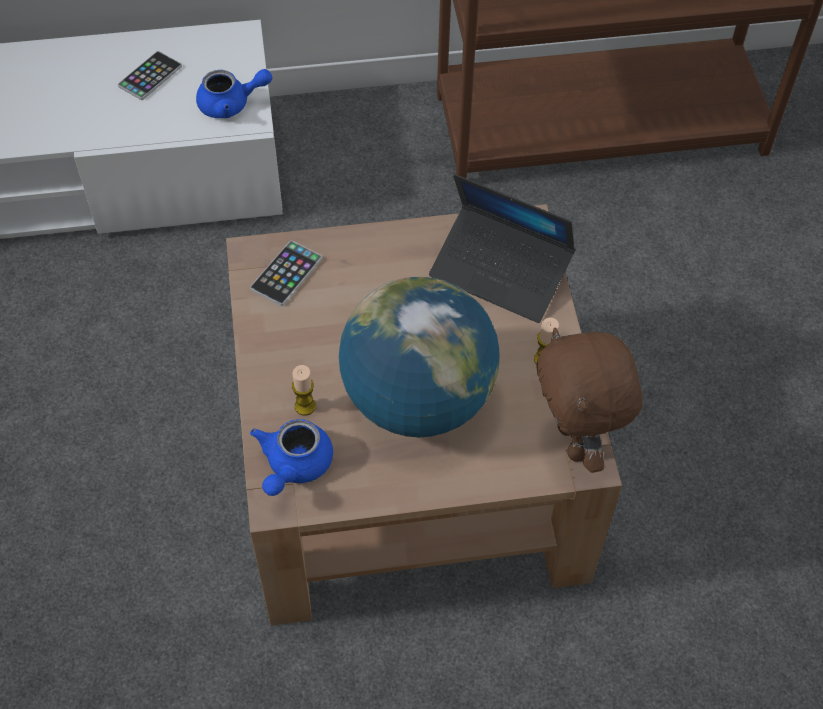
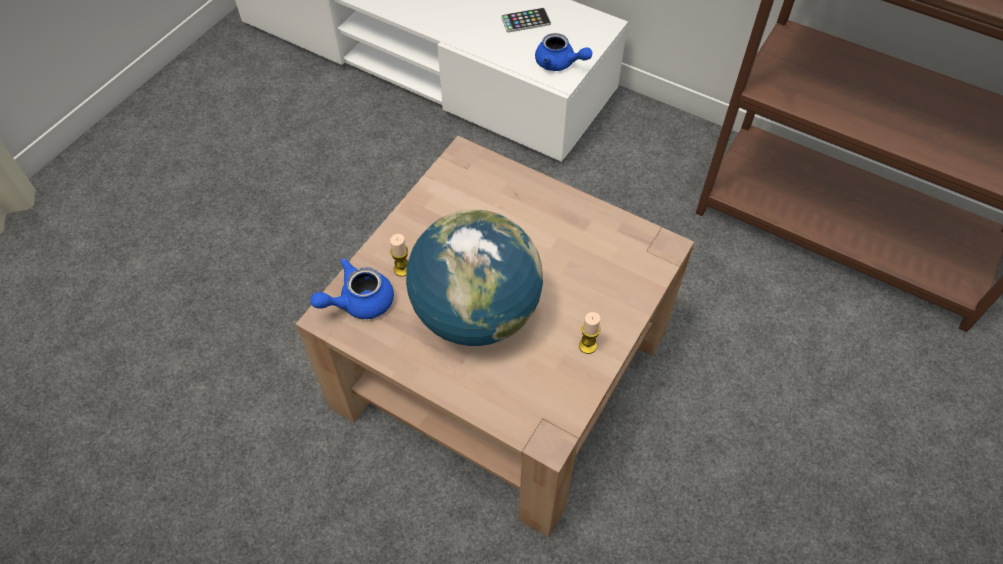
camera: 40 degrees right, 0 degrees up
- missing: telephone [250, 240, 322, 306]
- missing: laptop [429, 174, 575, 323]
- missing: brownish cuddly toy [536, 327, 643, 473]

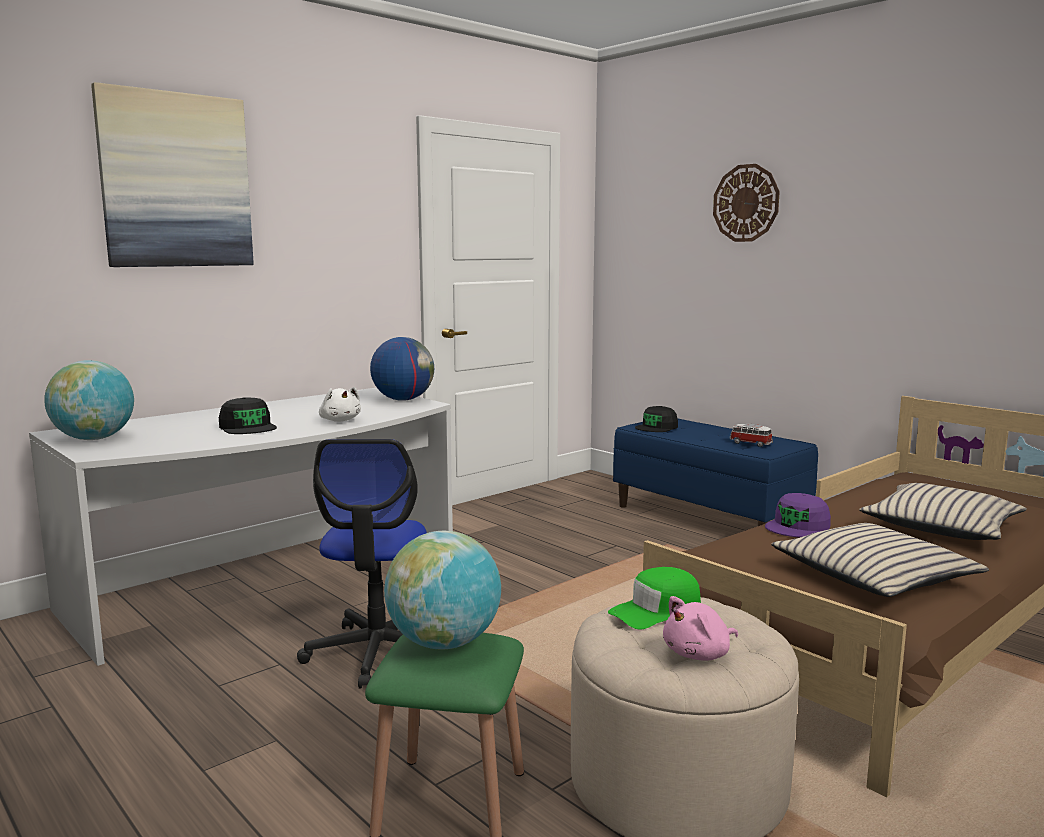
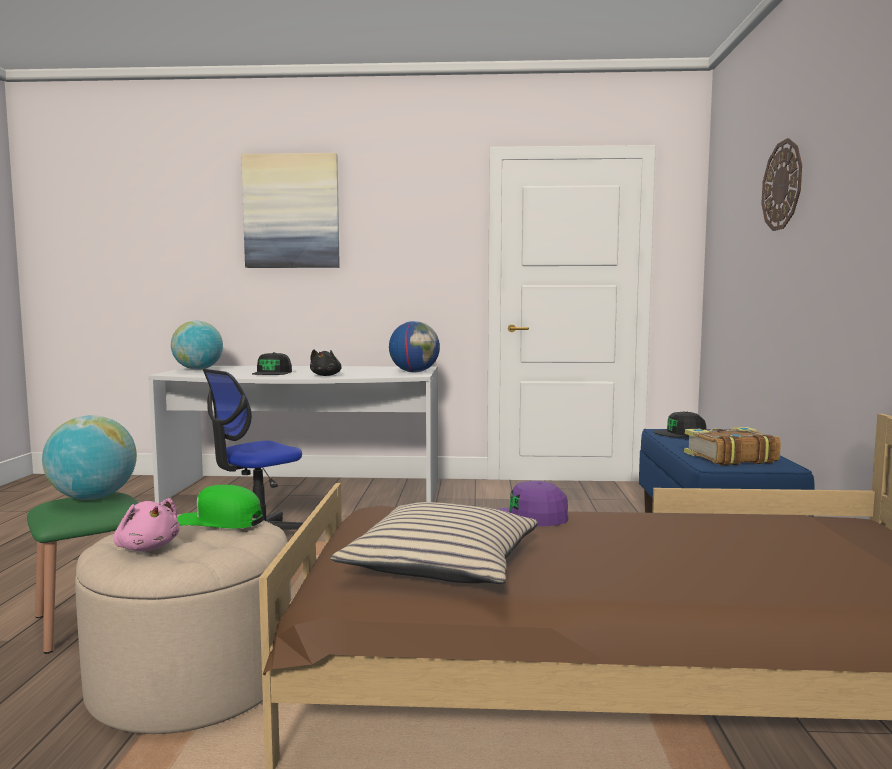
camera: 45 degrees right, 5 degrees down
- colour: white cuddly toy [319, 387, 361, 422] to blackish cuddly toy [310, 350, 342, 376]
- spun: pink cuddly toy [663, 596, 738, 661] = [113, 498, 180, 551] 150 degrees counterclockwise
- exchanged: model car [730, 424, 773, 447] to book [684, 427, 781, 466]
- missing: beige pillow [859, 483, 1027, 540]

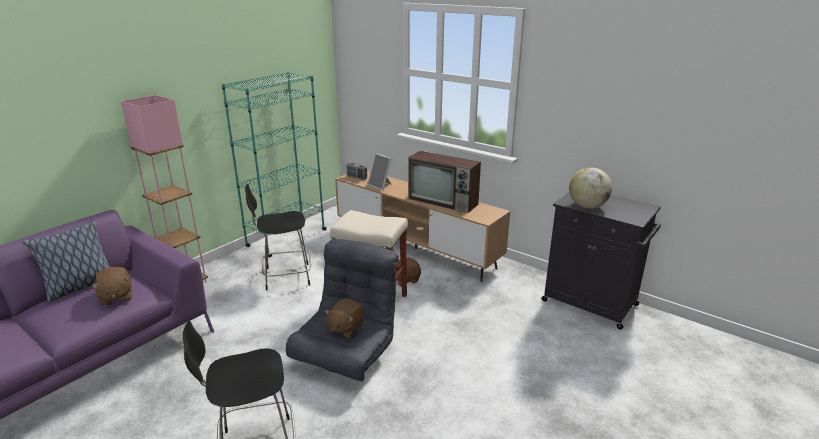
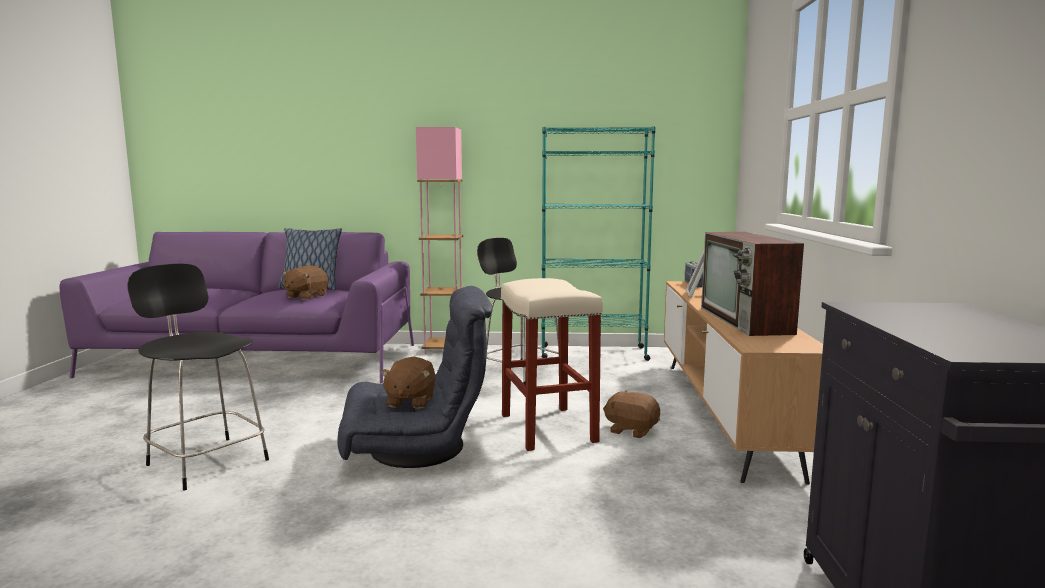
camera: 55 degrees right, 15 degrees down
- spun: brownish cuddly toy [325, 299, 364, 338] = [380, 357, 436, 409] 75 degrees counterclockwise
- missing: world globe [569, 167, 612, 209]

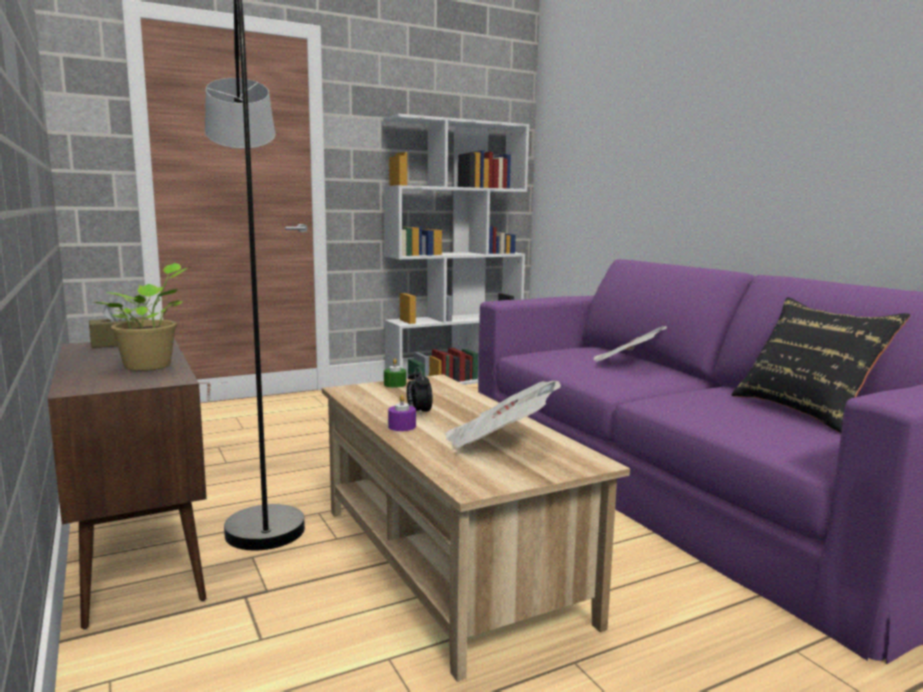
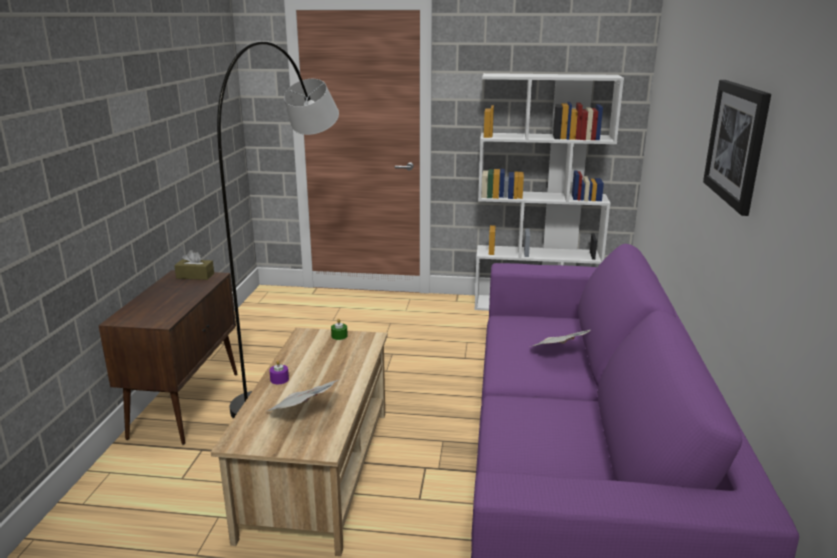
camera: 35 degrees right, 10 degrees up
- missing: potted plant [93, 263, 191, 371]
- missing: alarm clock [407, 367, 433, 416]
- missing: blackish pillow [731, 297, 911, 433]
- appeared: wall picture [703, 80, 771, 216]

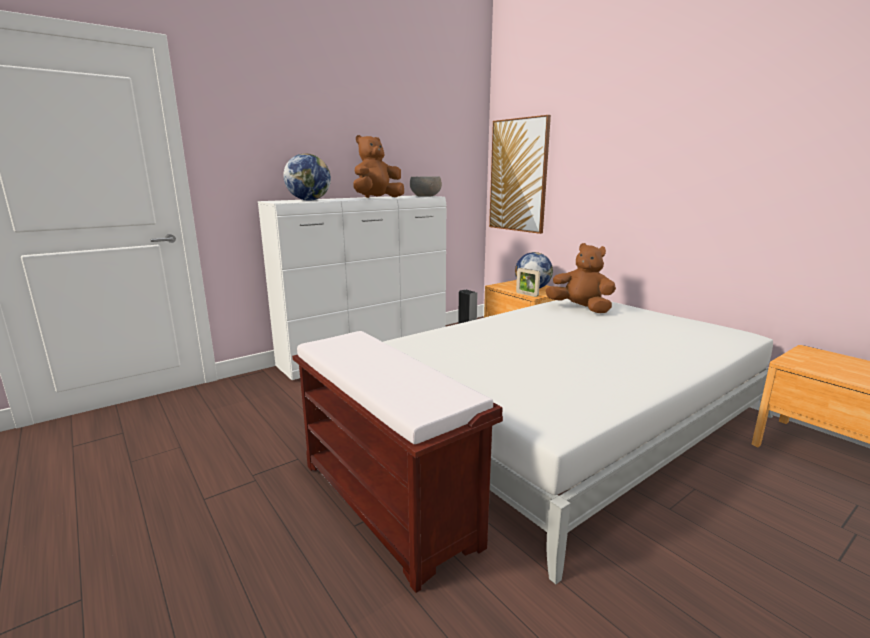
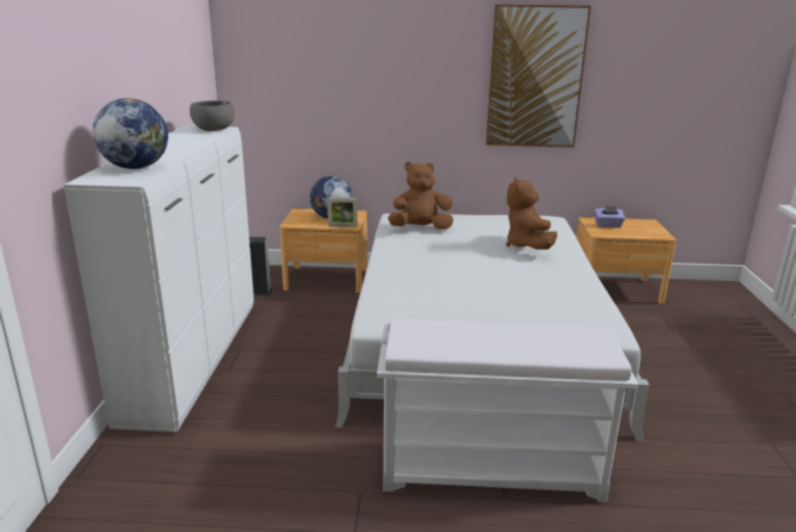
camera: 50 degrees left, 5 degrees up
- colour: brownish long seat [292, 331, 503, 593] to white long seat [377, 319, 639, 502]
- relocated: brownish cuddly toy [354, 135, 404, 198] to [506, 177, 557, 249]
- relocated: wall picture [489, 115, 551, 234] to [486, 4, 591, 148]
- appeared: purple-coloured tissue box [594, 206, 625, 228]

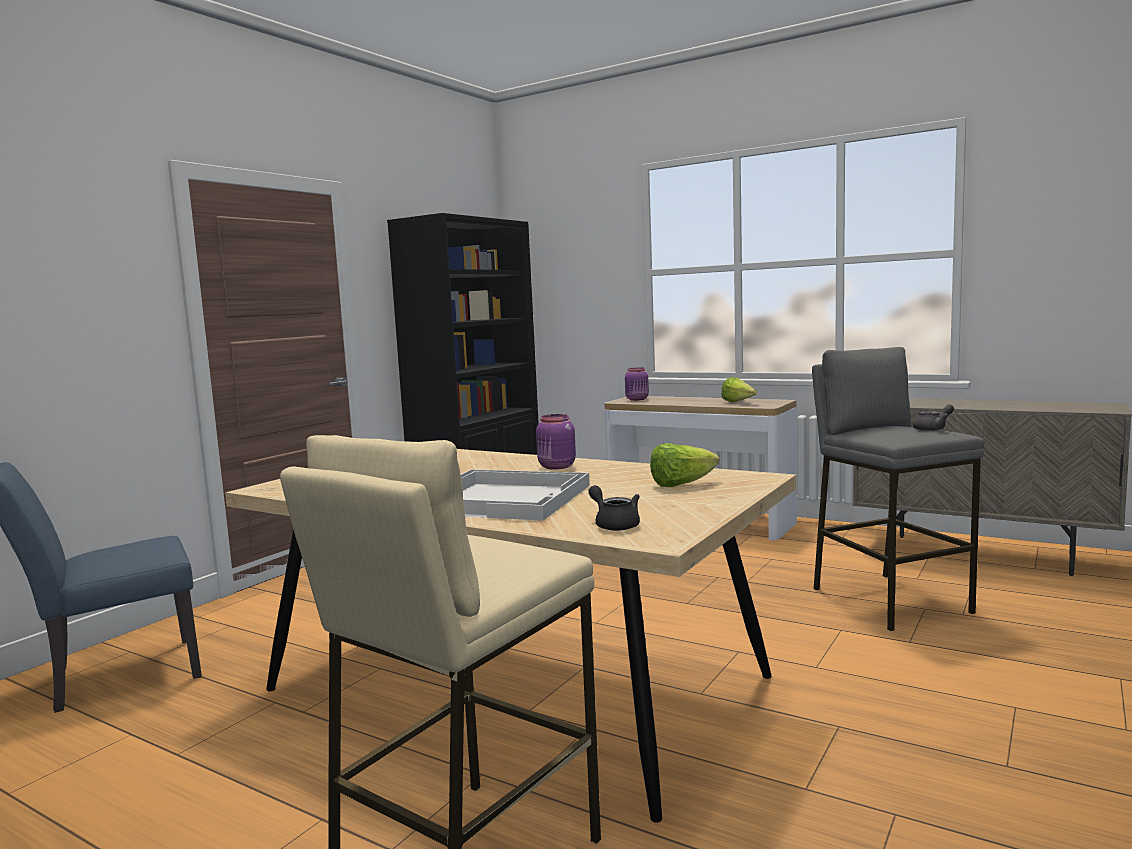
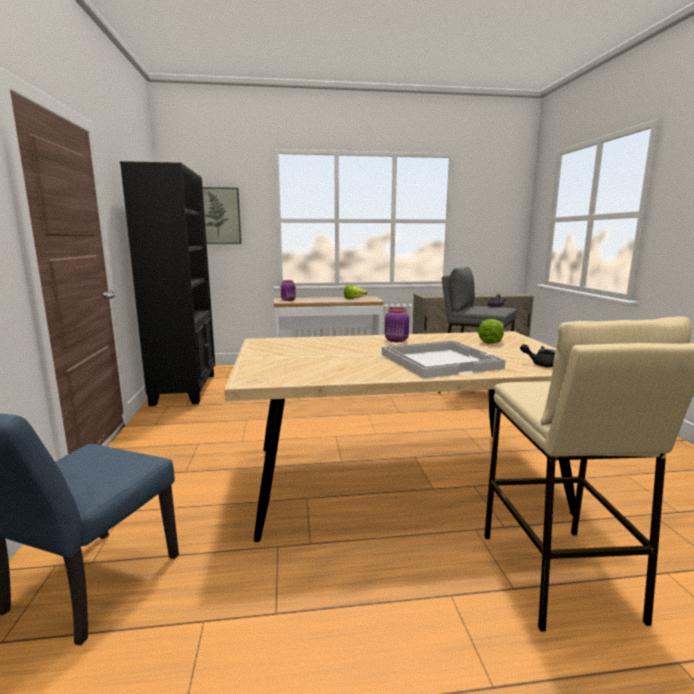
camera: 40 degrees left, 5 degrees up
- appeared: wall picture [203, 187, 241, 244]

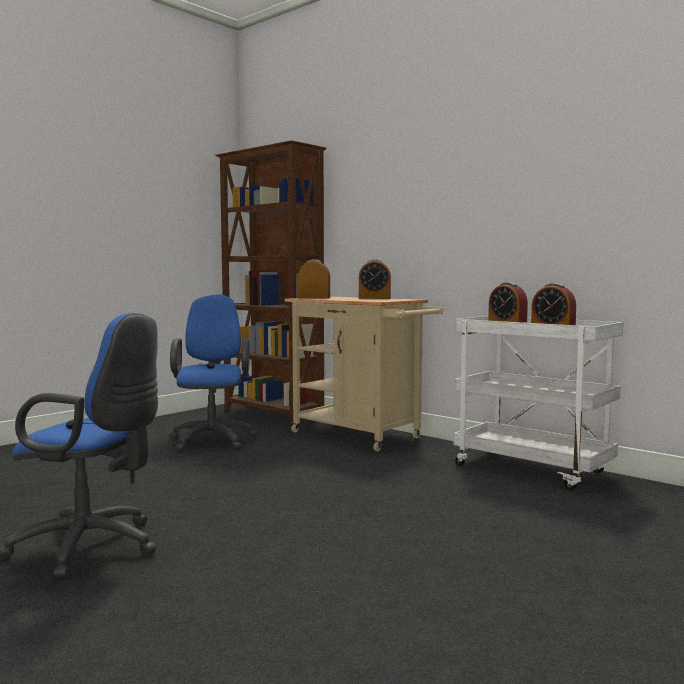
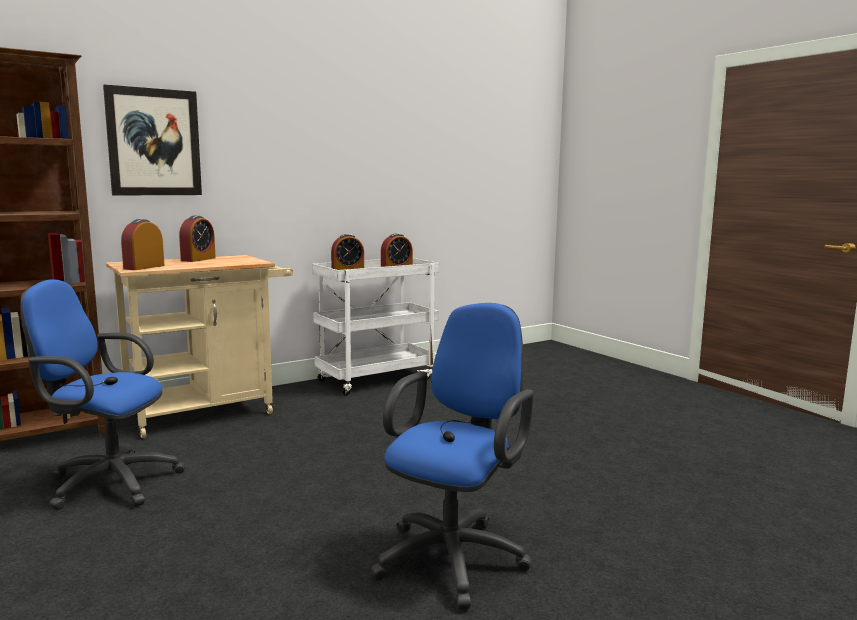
camera: 75 degrees left, 5 degrees up
- appeared: wall picture [103, 85, 202, 196]

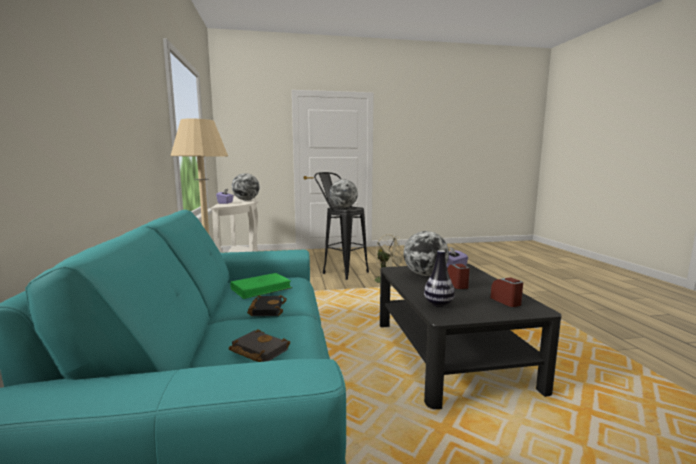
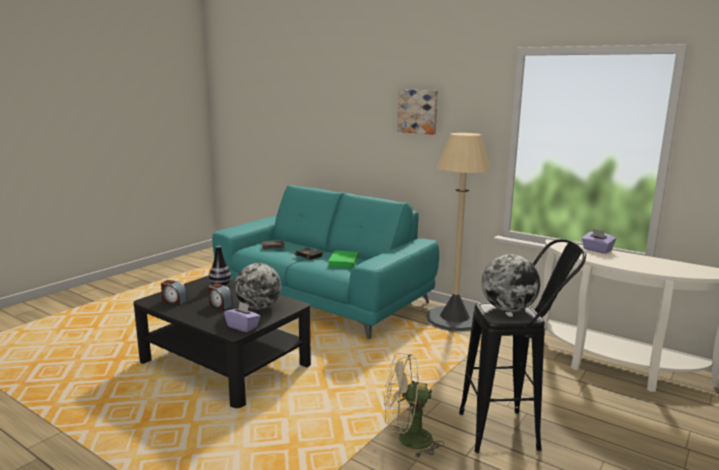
camera: 135 degrees right, 5 degrees up
- missing: world globe [232, 173, 259, 200]
- appeared: wall picture [397, 89, 438, 135]

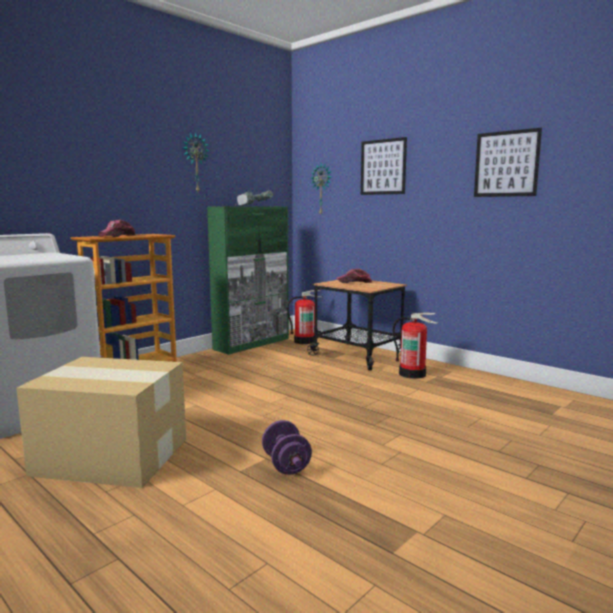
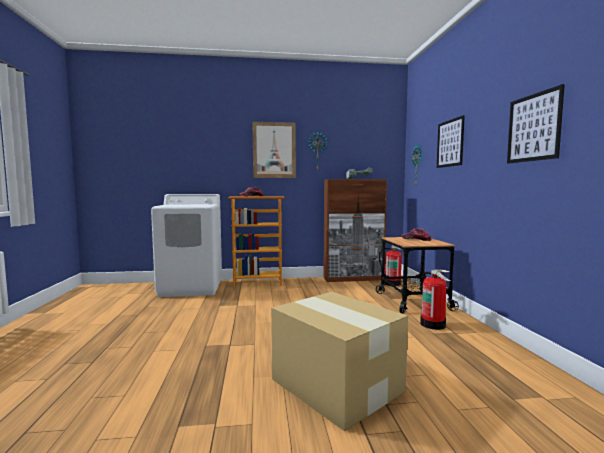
camera: 40 degrees right, 5 degrees down
- relocated: carton [16, 357, 186, 488] to [271, 292, 408, 431]
- colour: greenish cupboard [207, 207, 289, 355] to brownish cupboard [323, 179, 387, 282]
- missing: purple-coloured dumbbell [262, 420, 312, 475]
- appeared: wall picture [253, 122, 296, 178]

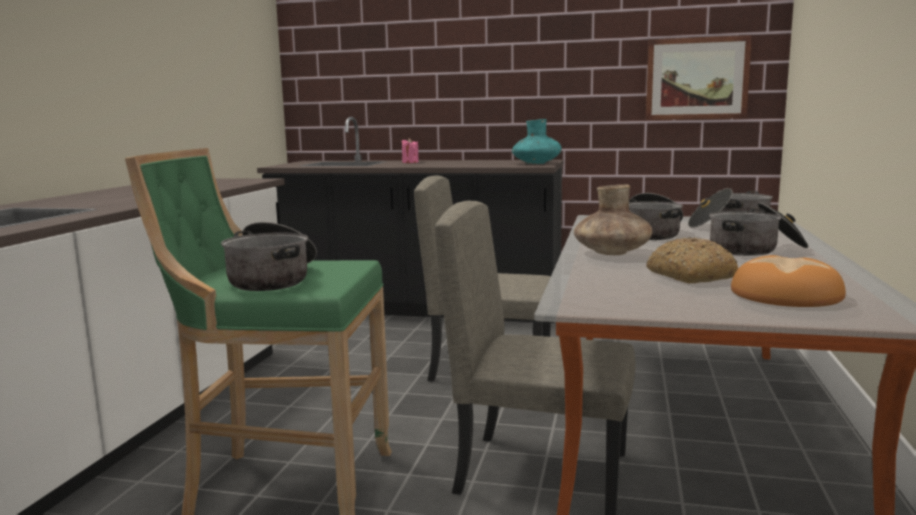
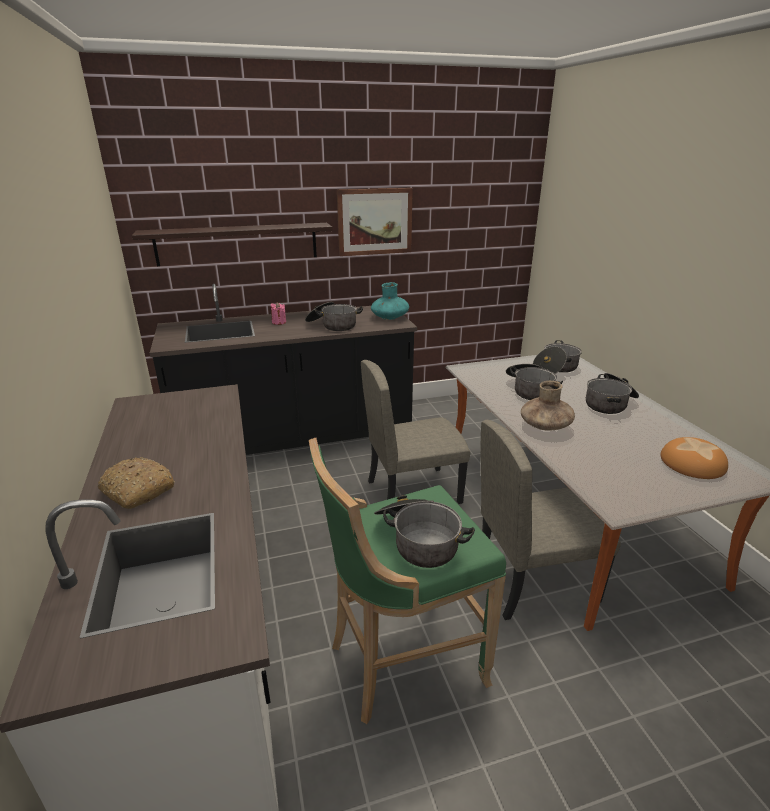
camera: 30 degrees left, 15 degrees up
- relocated: wall picture [646, 35, 752, 120] to [337, 188, 413, 256]
- relocated: bread [646, 237, 739, 283] to [98, 457, 175, 509]
- appeared: shelf [132, 223, 333, 266]
- appeared: stockpot [305, 302, 363, 331]

